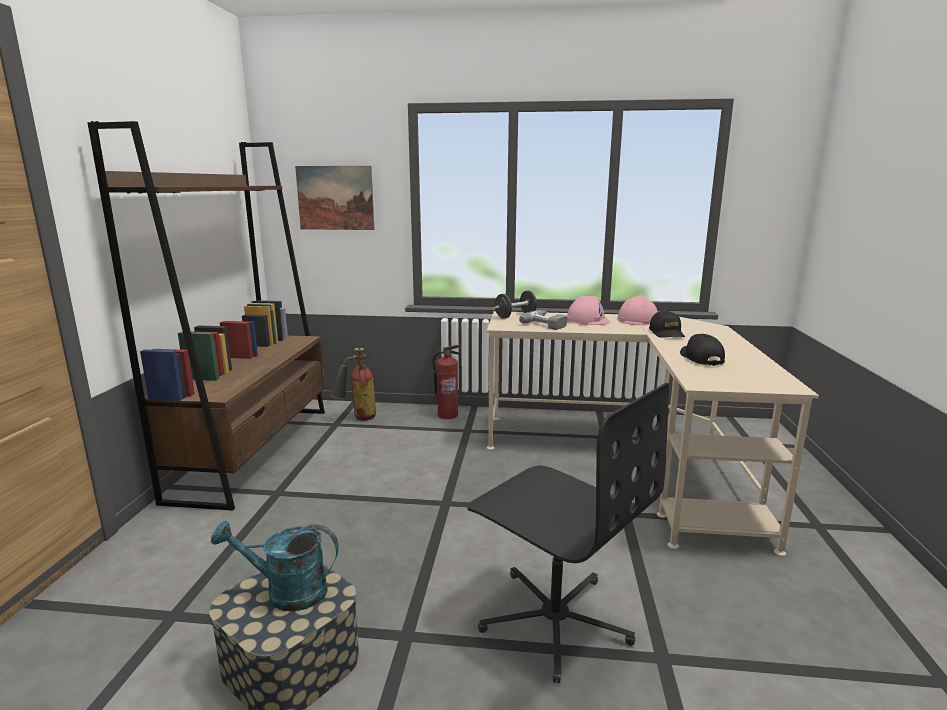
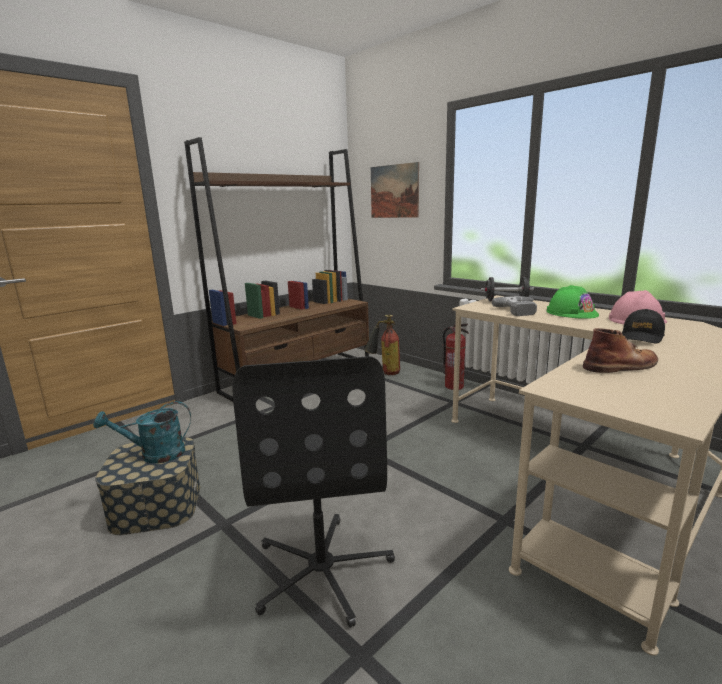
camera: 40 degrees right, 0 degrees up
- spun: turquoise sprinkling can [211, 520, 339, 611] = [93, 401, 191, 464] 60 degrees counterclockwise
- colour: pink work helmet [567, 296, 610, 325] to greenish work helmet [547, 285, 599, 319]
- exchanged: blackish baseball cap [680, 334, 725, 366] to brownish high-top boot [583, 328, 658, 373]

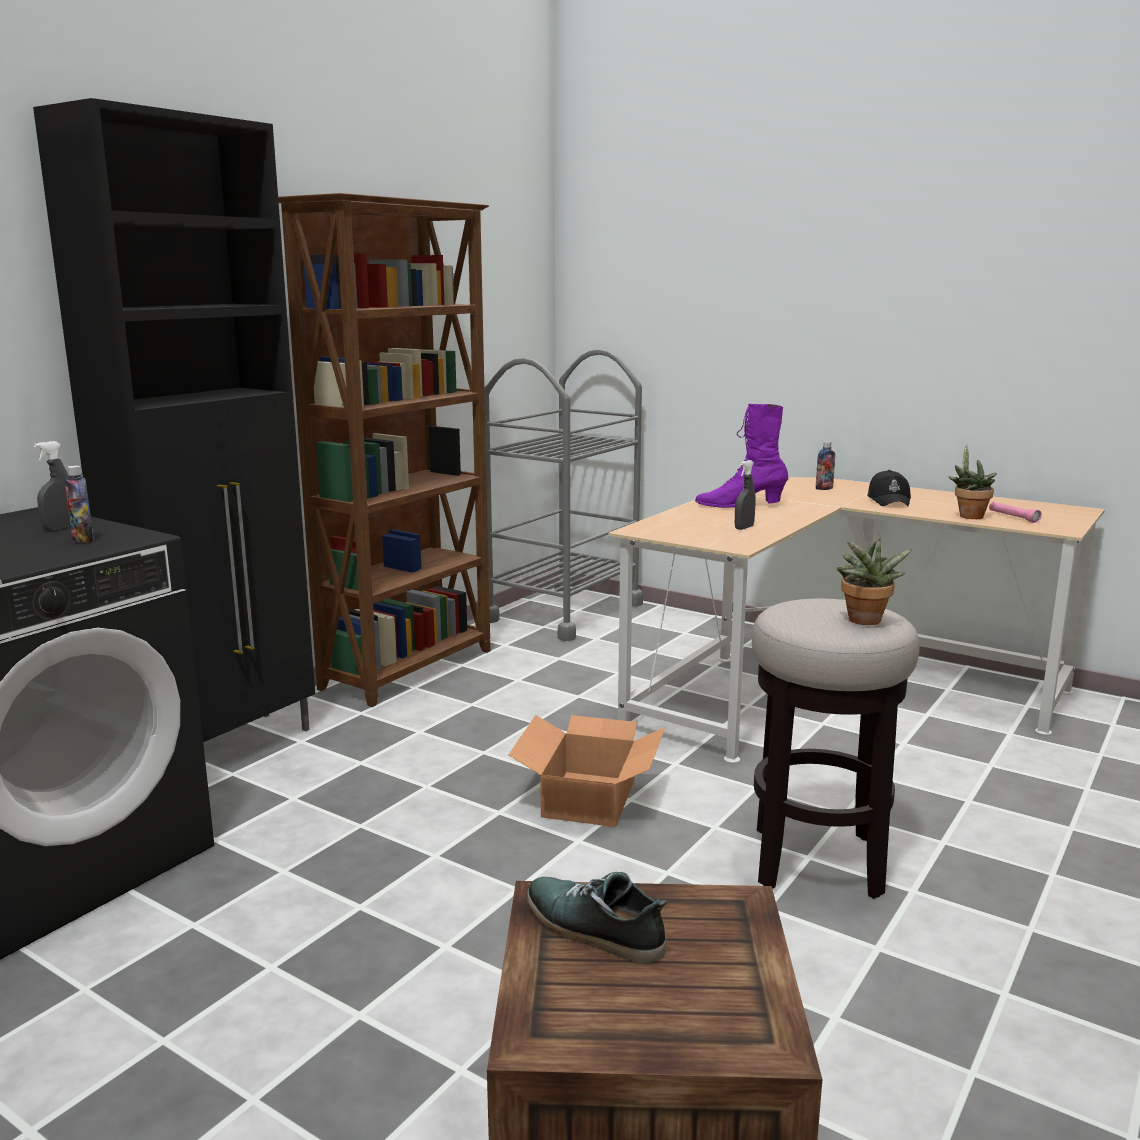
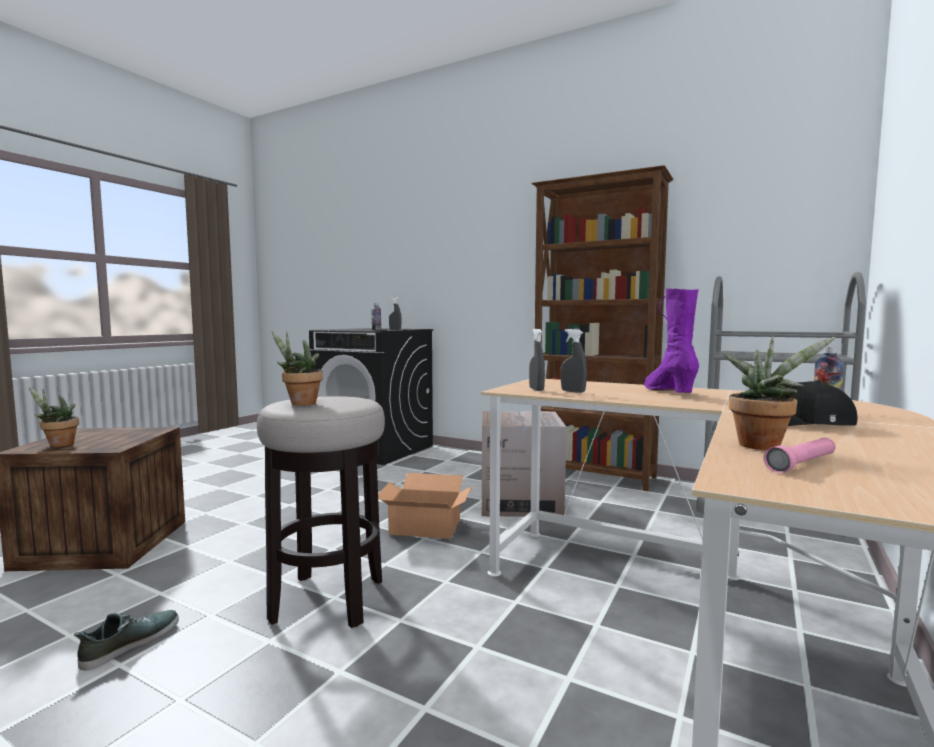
camera: 85 degrees right, 10 degrees down
- missing: blackish cupboard [33, 98, 315, 742]
- relocated: shoe [527, 872, 667, 964] to [74, 610, 179, 670]
- appeared: potted plant [29, 387, 79, 447]
- appeared: carton [482, 411, 566, 517]
- appeared: gray spray bottle [529, 329, 545, 391]

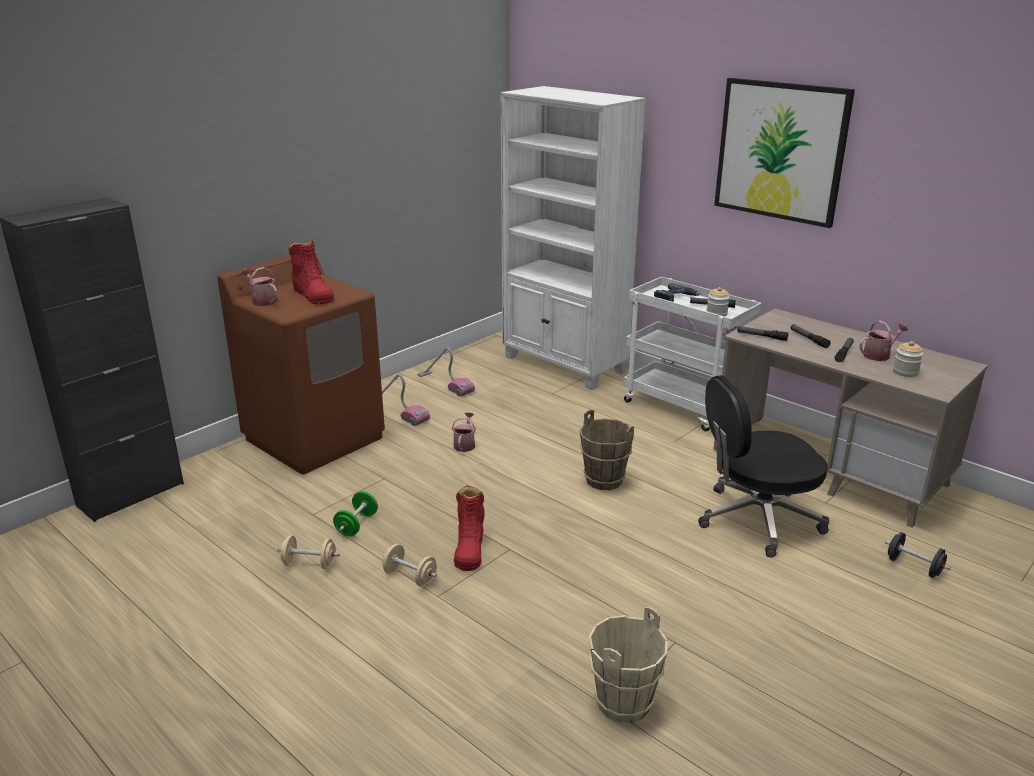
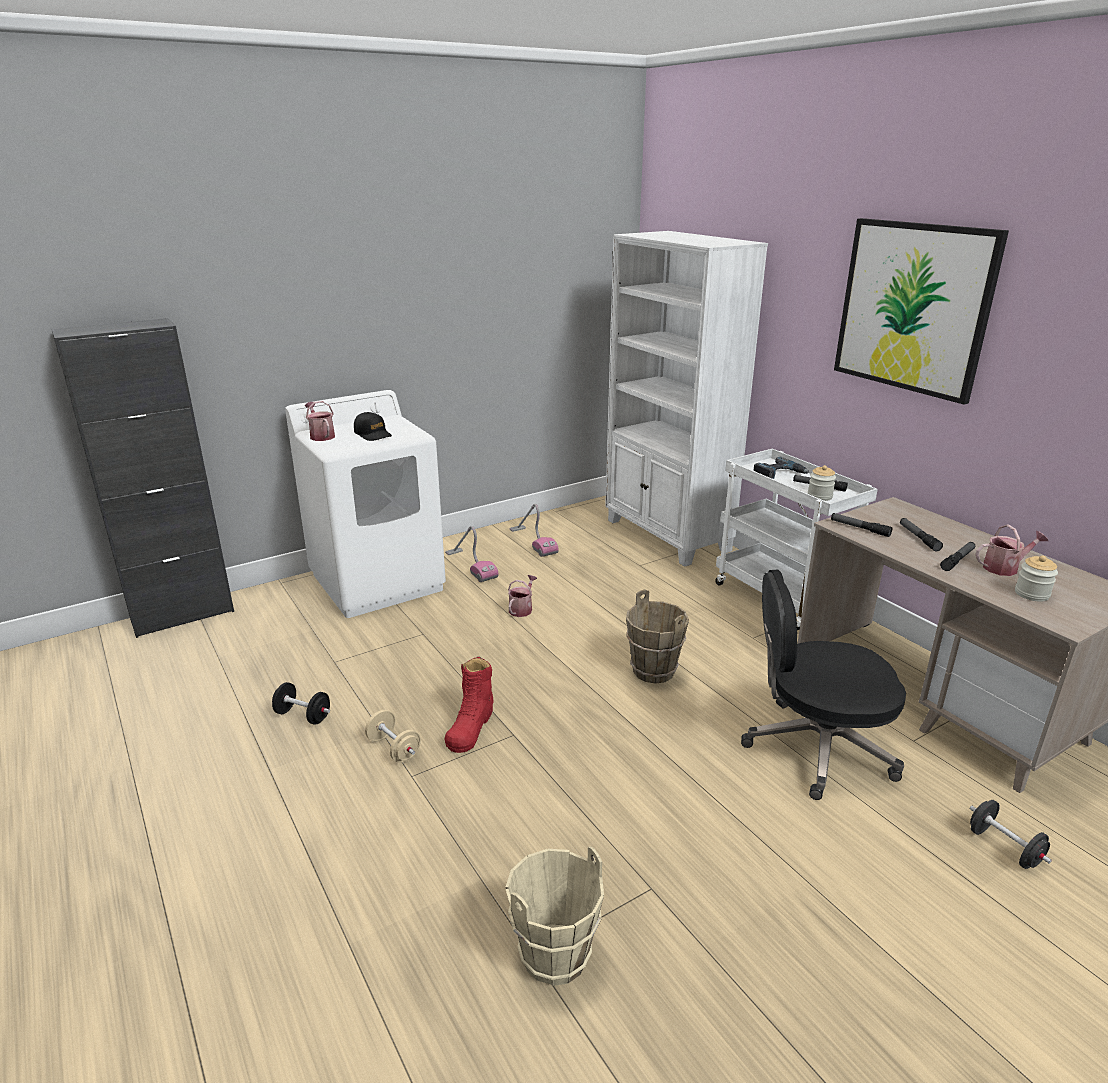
camera: 15 degrees right, 0 degrees up
- colour: brownish laundry machine [217, 255, 385, 474] to white laundry machine [285, 390, 446, 618]
- colour: beige dumbbell [277, 535, 340, 569] to blackish dumbbell [272, 682, 330, 725]
- exchanged: reddish high-top boot [288, 241, 334, 304] to blackish baseball cap [354, 412, 392, 441]
- missing: greenish dumbbell [333, 491, 378, 536]

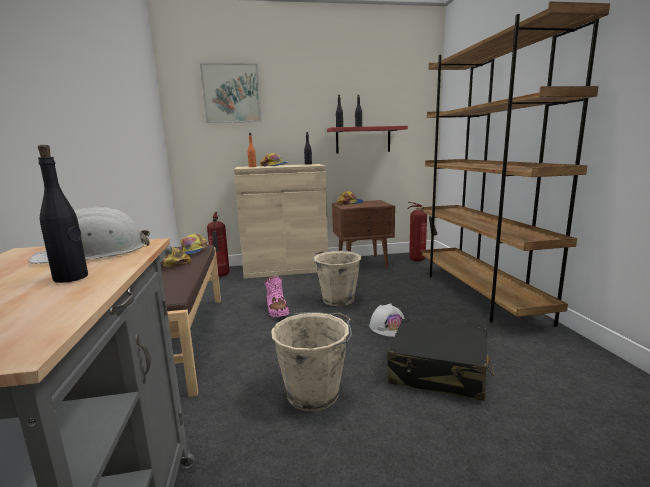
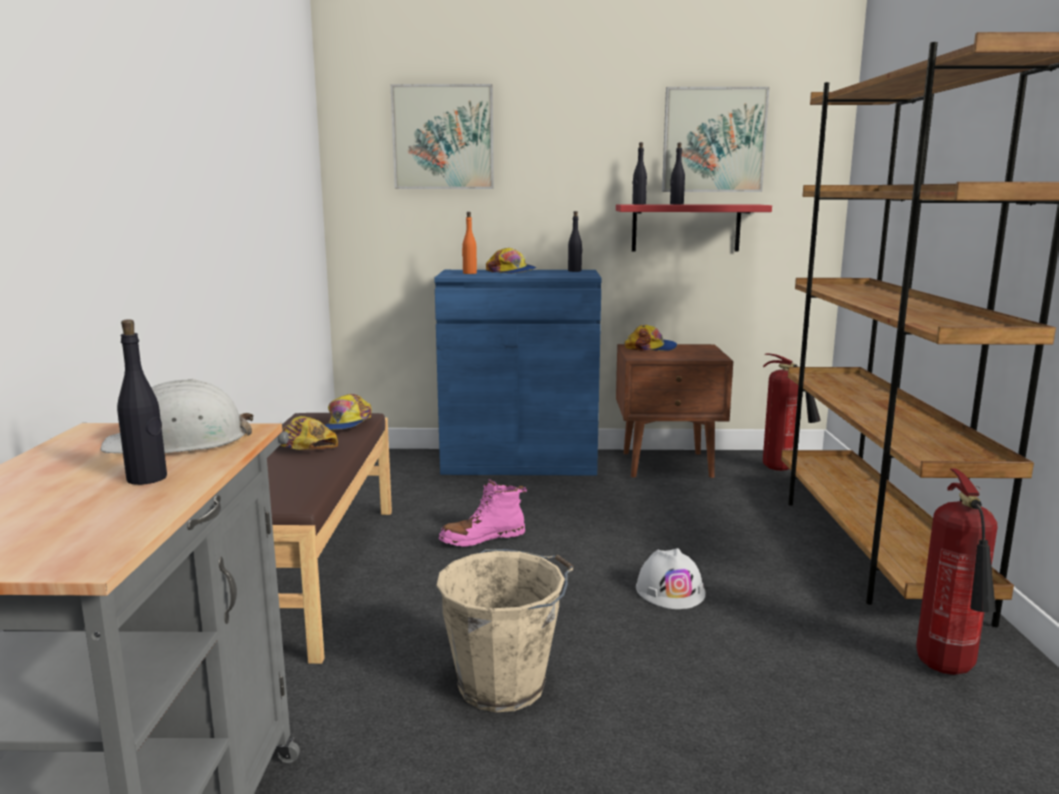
camera: 10 degrees right, 0 degrees up
- relocated: fire extinguisher [207, 212, 230, 277] to [916, 468, 998, 675]
- colour: beige cupboard [234, 164, 328, 279] to blue cupboard [434, 270, 602, 475]
- spun: pink high-top boot [264, 276, 289, 317] = [439, 479, 527, 547] 75 degrees clockwise
- missing: beige bucket [312, 251, 361, 306]
- missing: blackish travel case [387, 319, 494, 401]
- appeared: wall picture [662, 87, 769, 192]

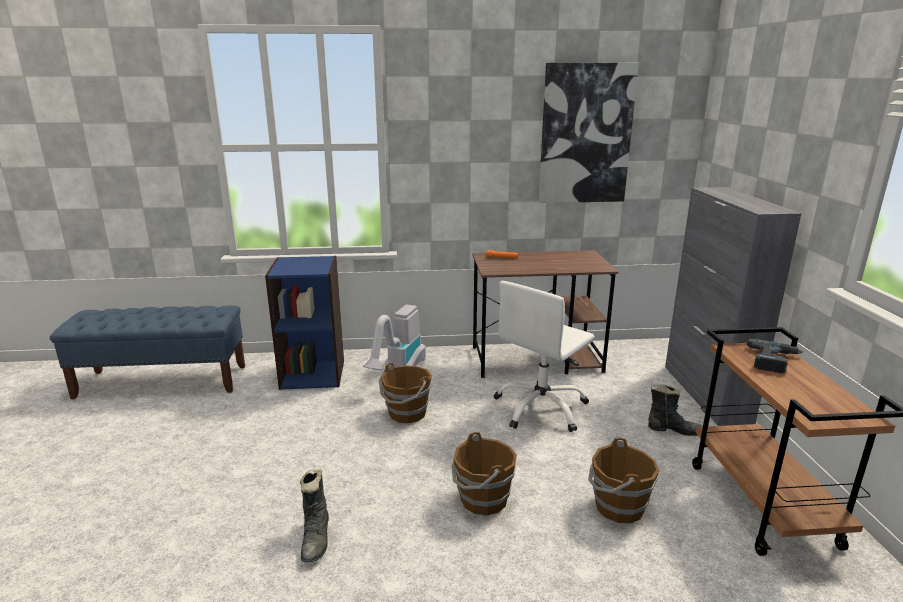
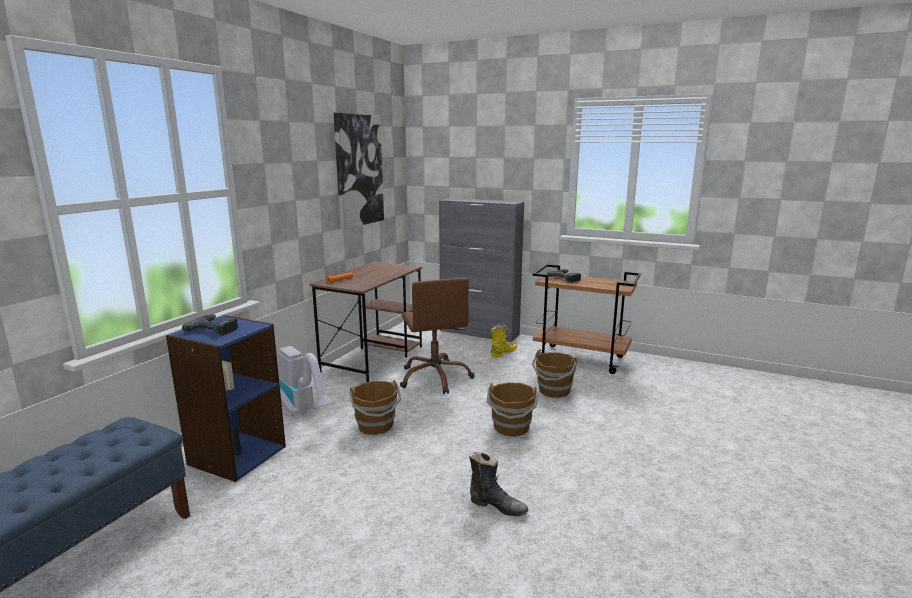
camera: 60 degrees left, 5 degrees down
- colour: white desk chair [494, 281, 595, 432] to brownish desk chair [400, 278, 475, 394]
- colour: blackish high-top boot [648, 384, 703, 436] to yellow-coloured high-top boot [491, 324, 518, 358]
- appeared: drill [182, 314, 239, 336]

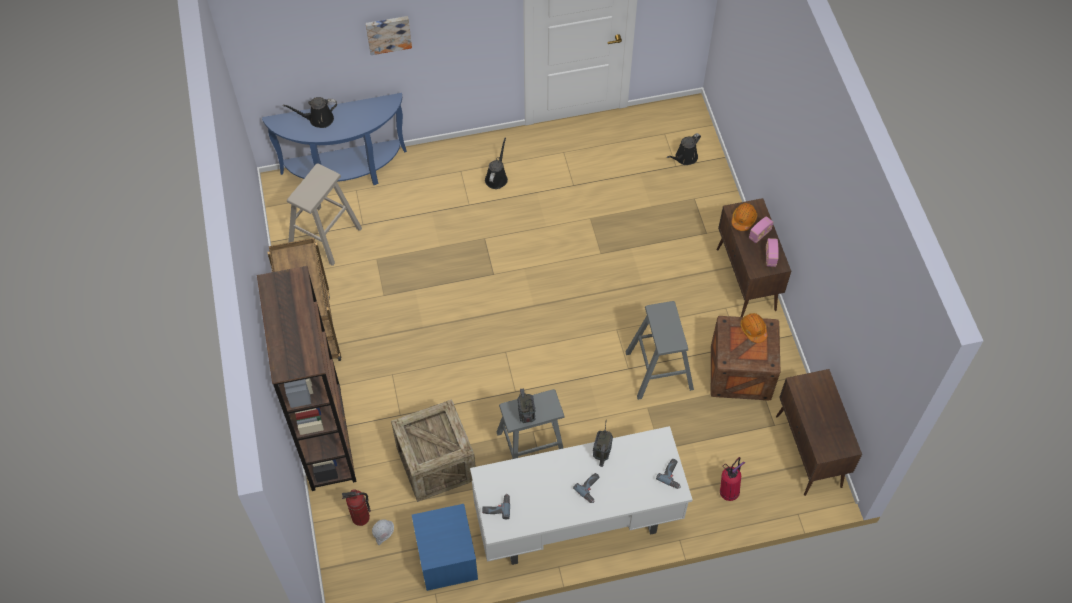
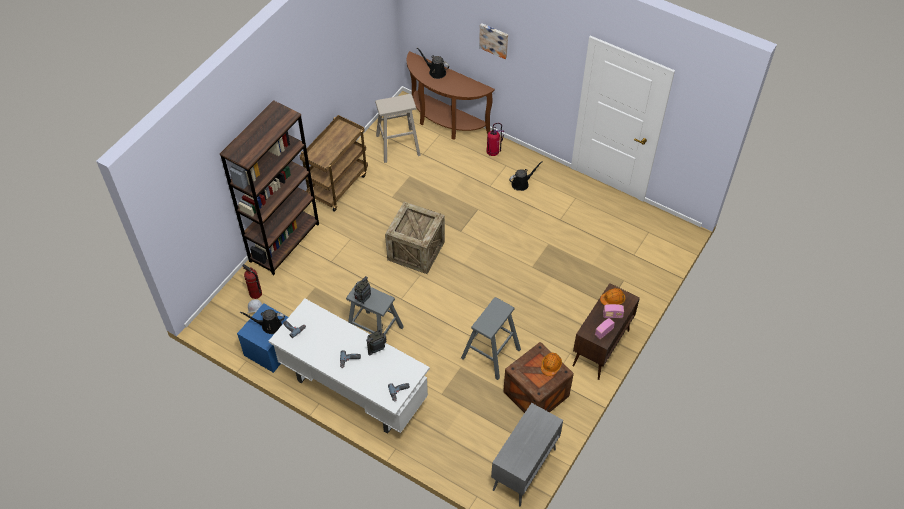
camera: 45 degrees right, 5 degrees down
- colour: blue narrow table [262, 93, 407, 185] to brownish narrow table [407, 51, 495, 140]
- relocated: shipping crate [391, 399, 476, 502] to [385, 202, 445, 274]
- relocated: blackish sprinkling can [667, 133, 701, 165] to [240, 309, 285, 334]
- relocated: fire extinguisher [720, 457, 745, 501] to [486, 123, 504, 156]
- colour: brownish cupboard [776, 369, 862, 496] to gray cupboard [491, 403, 563, 507]

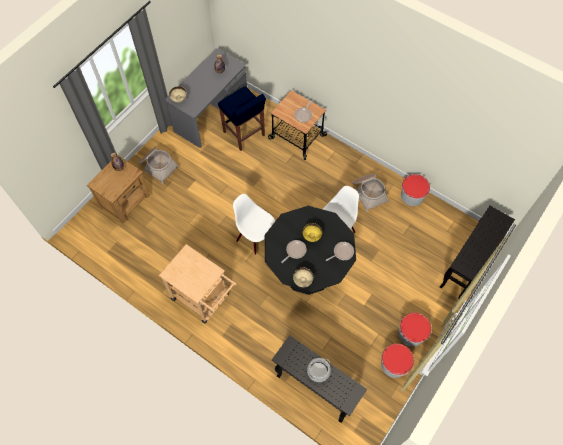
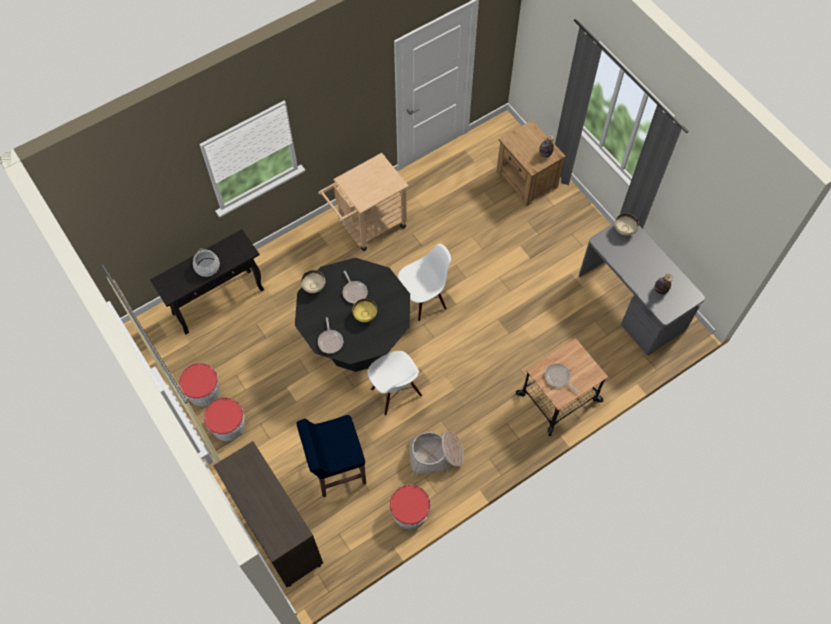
camera: 110 degrees right, 0 degrees up
- missing: household basket [138, 147, 180, 184]
- relocated: blue sitting stool [218, 87, 266, 151] to [297, 415, 366, 497]
- exchanged: blackish narrow table [440, 206, 515, 299] to brownish cupboard [213, 441, 323, 587]

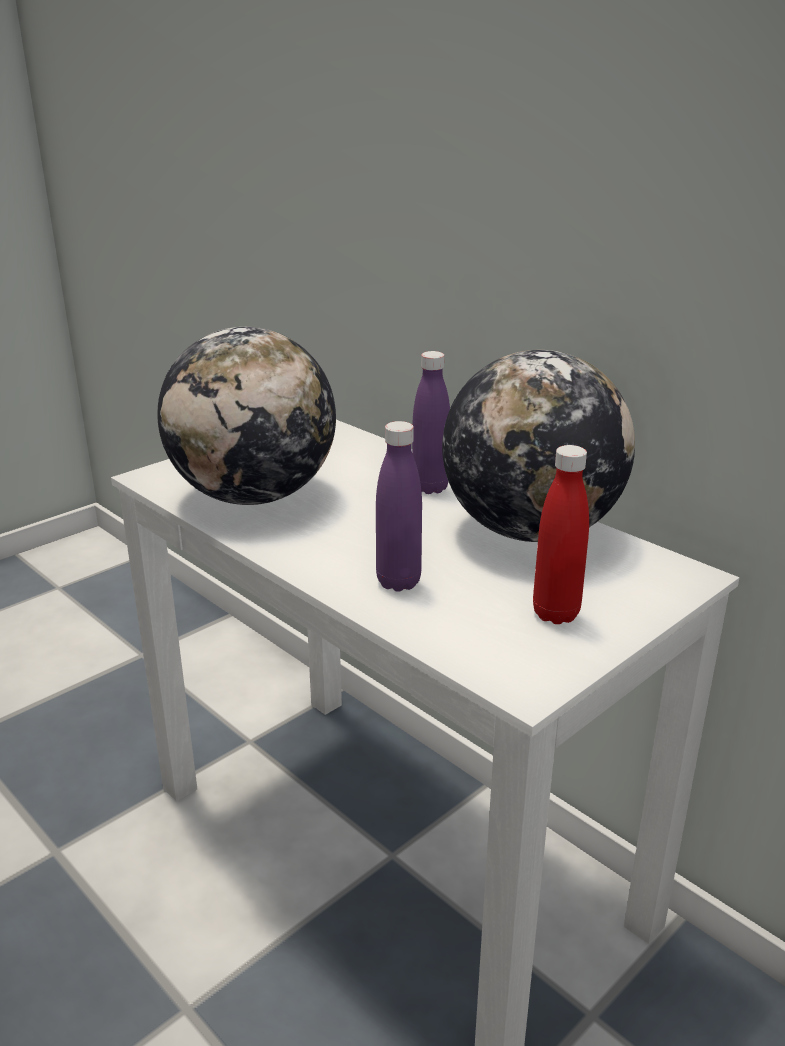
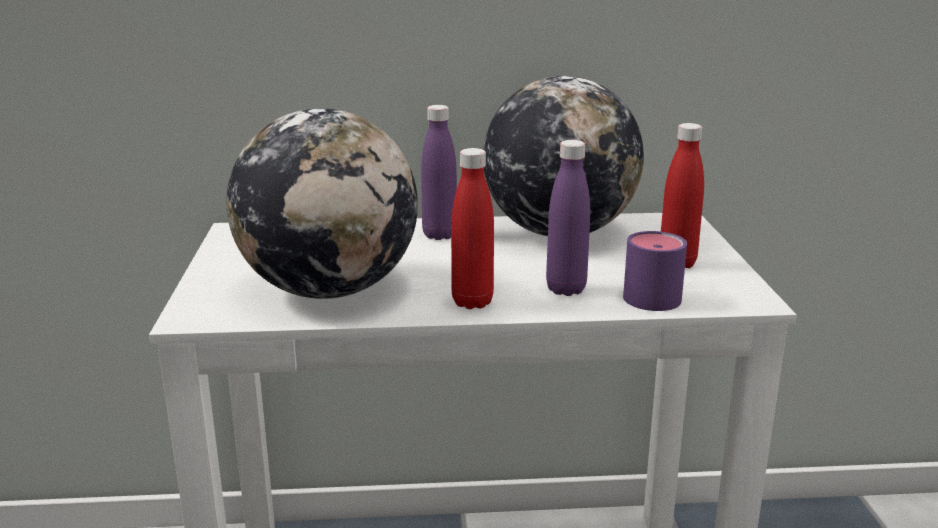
camera: 50 degrees left, 5 degrees down
- appeared: reddish drink bottle [451, 148, 494, 309]
- appeared: purple-coloured mug [623, 231, 687, 311]

